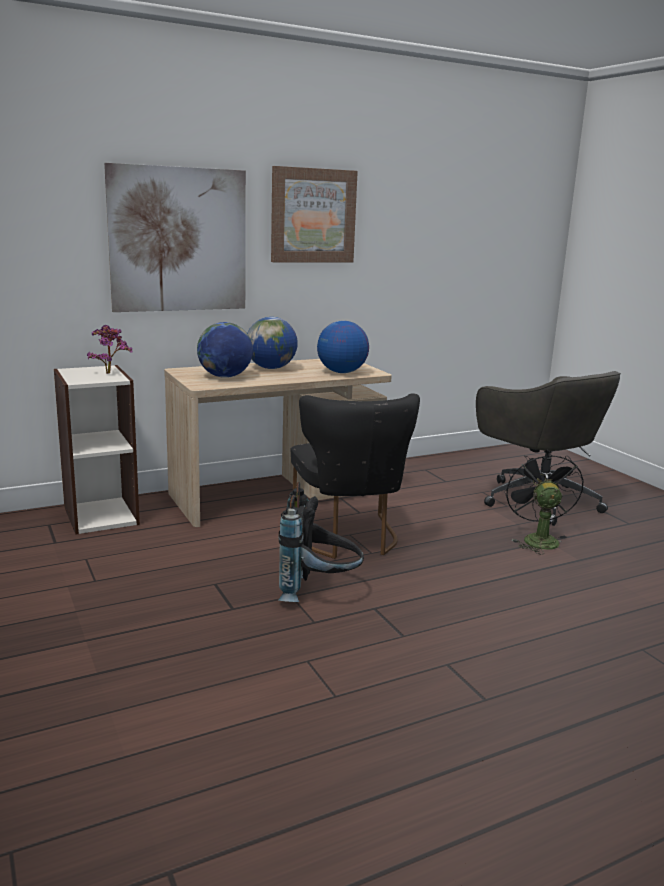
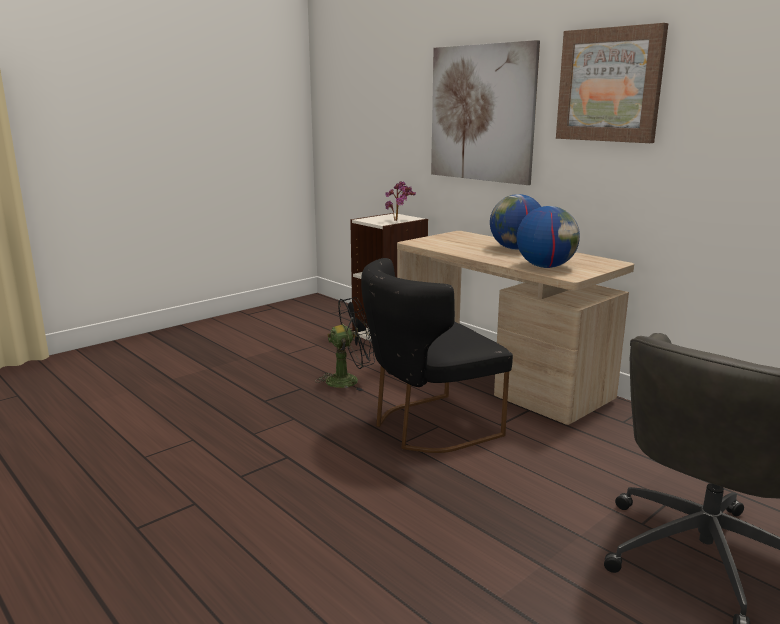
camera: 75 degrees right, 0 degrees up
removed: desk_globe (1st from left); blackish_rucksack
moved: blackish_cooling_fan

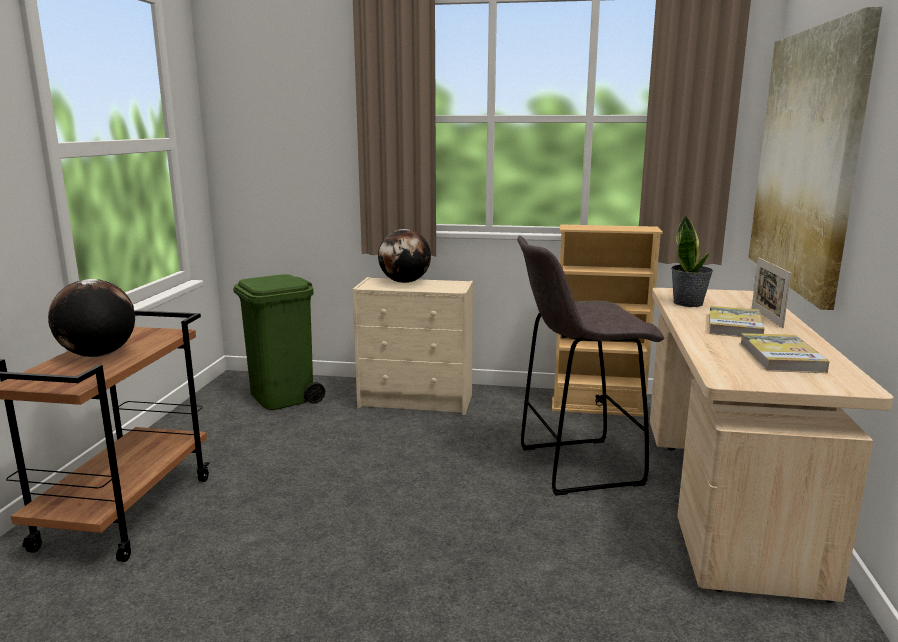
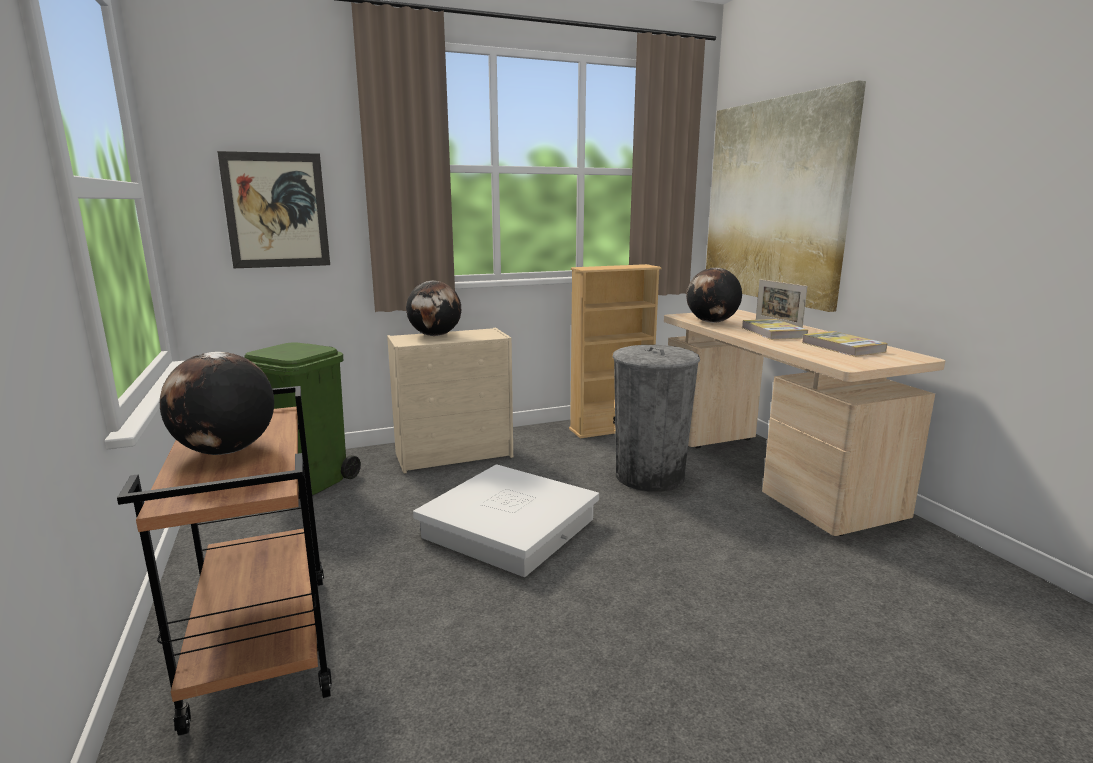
camera: 30 degrees left, 0 degrees up
added: wall_art (1st from left); white_storage_box
replaced: grey_stool to grey_trash_can; houseplant to desk_globe (3rd from left)

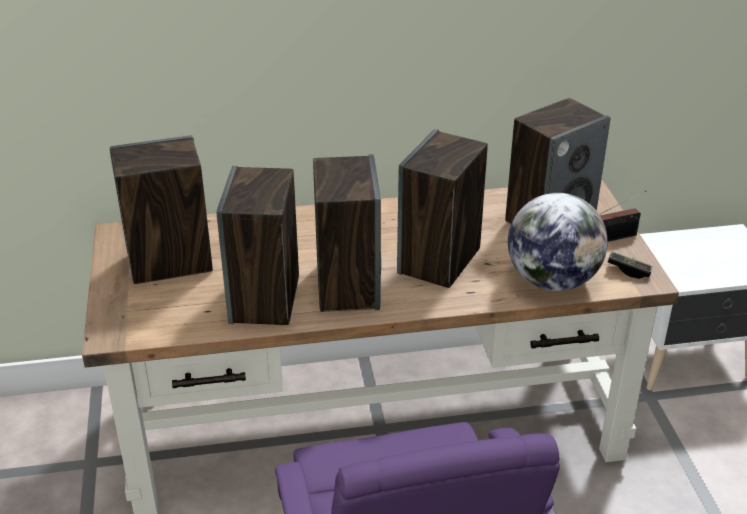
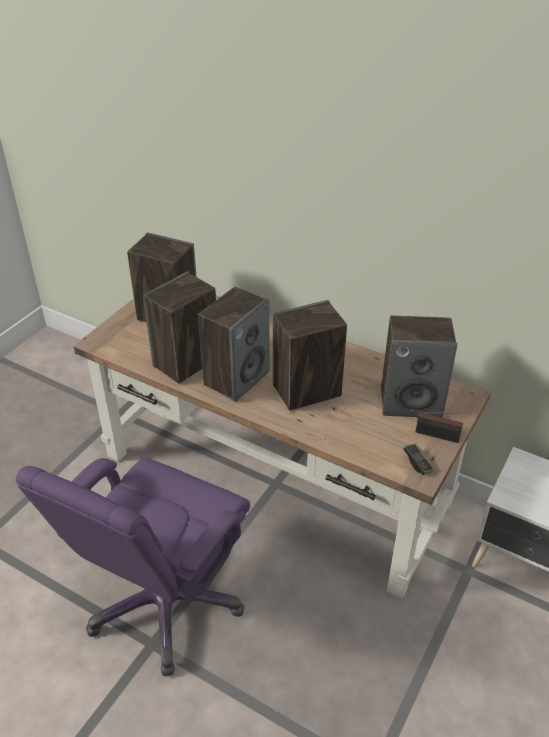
camera: 40 degrees right, 5 degrees up
removed: desk_globe

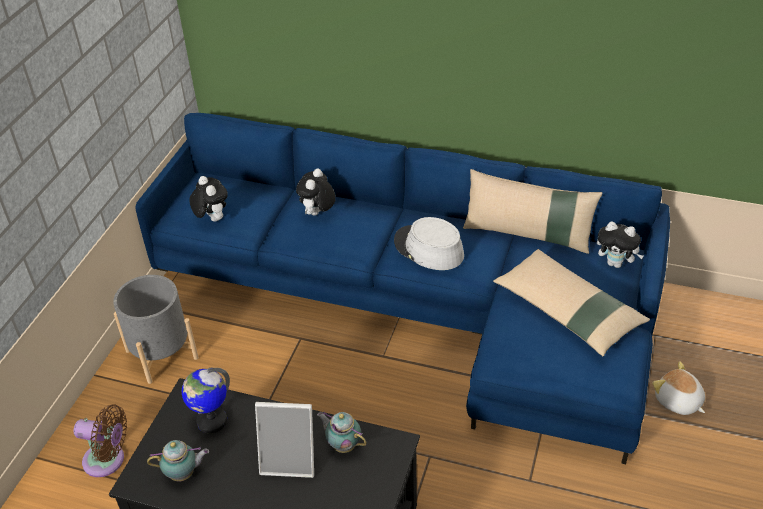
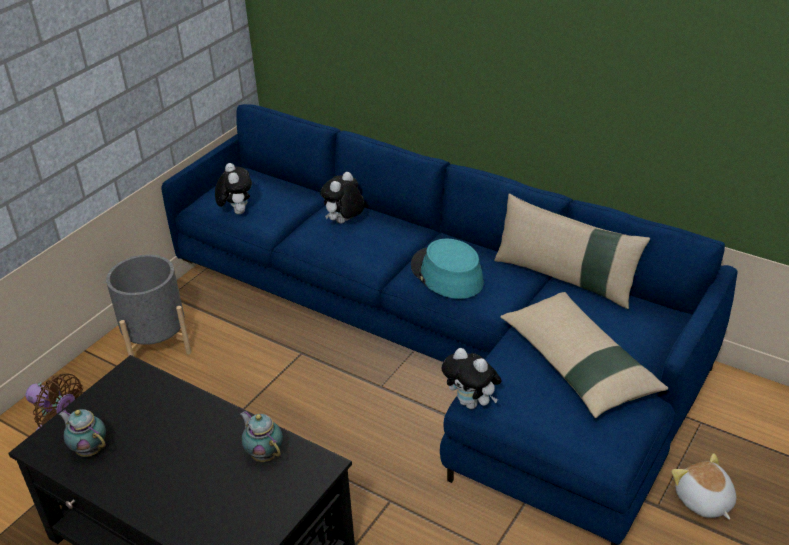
camera: 15 degrees right, 5 degrees down
removed: desk_globe; picture_frame
moved: cuddly_toy (3rd from left)
recoloured: grey_wearable_hat to blue-green_wearable_hat
turned: pot_for_tea (1st from left) 150 degrees counterclockwise

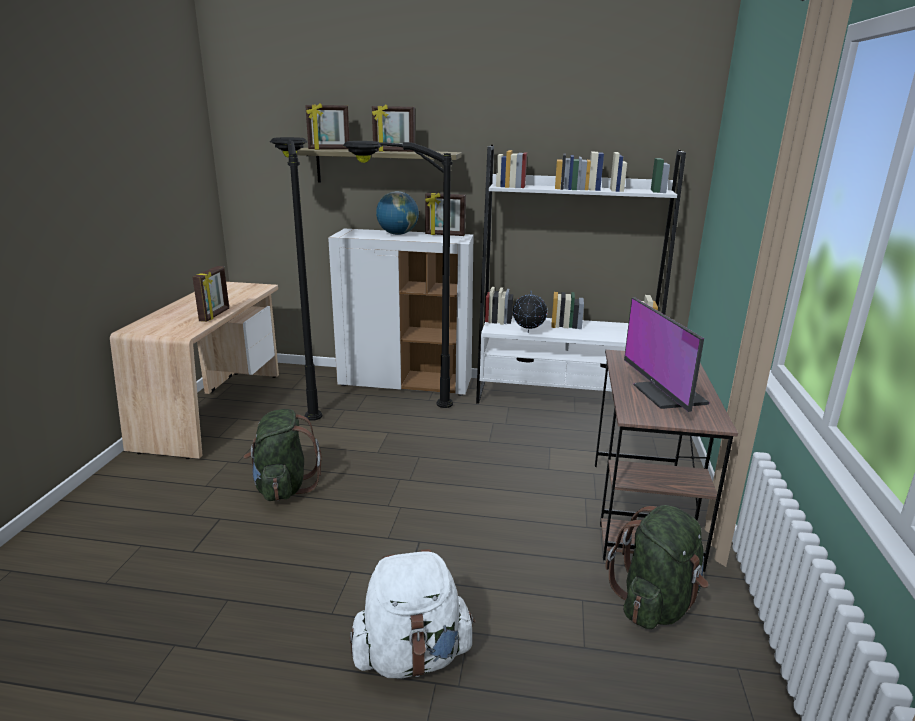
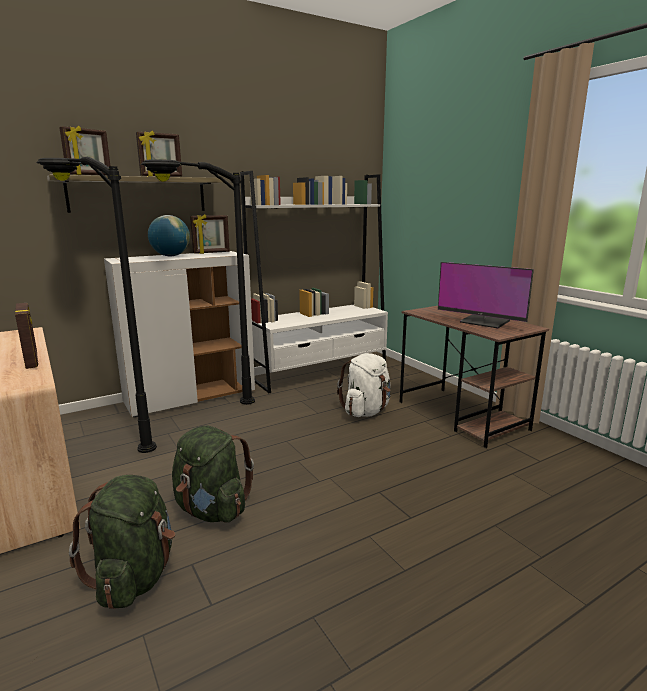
camera: 40 degrees left, 5 degrees down
removed: desk_globe (2nd from left)
moved: white_rucksack; greenish_rucksack (2nd from left in the first image) to greenish_rucksack (1st from left)

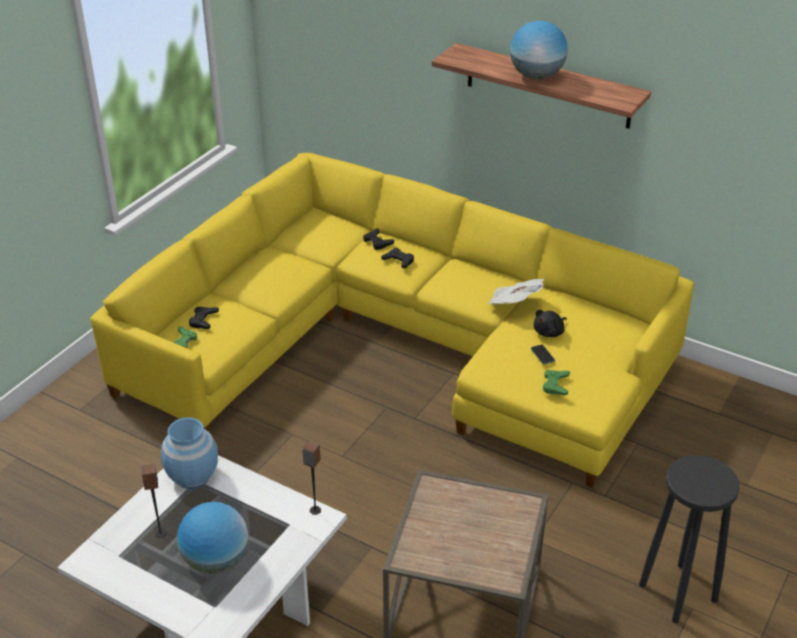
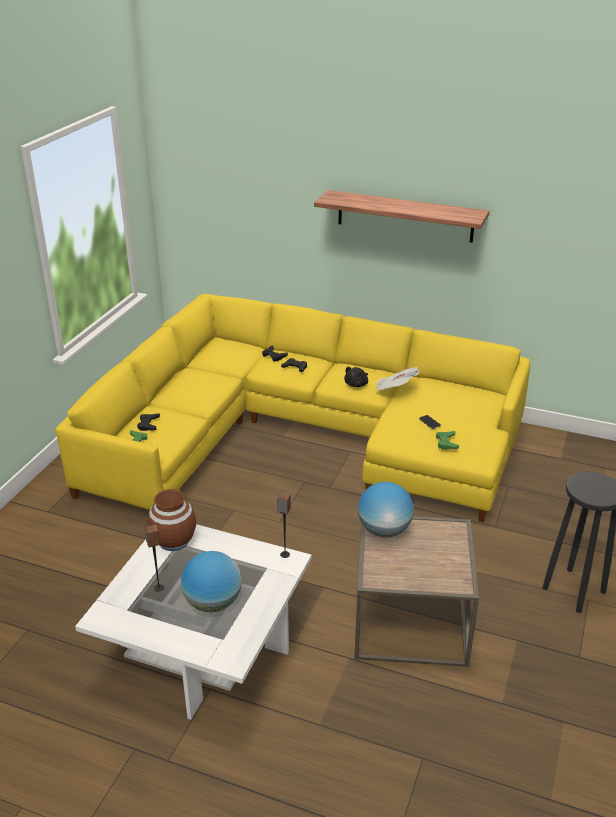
camera: 10 degrees left, 5 degrees down
moved: desk_globe (2nd from left); blackish_cuddly_toy
recoloured: bluish_vase to brown_vase

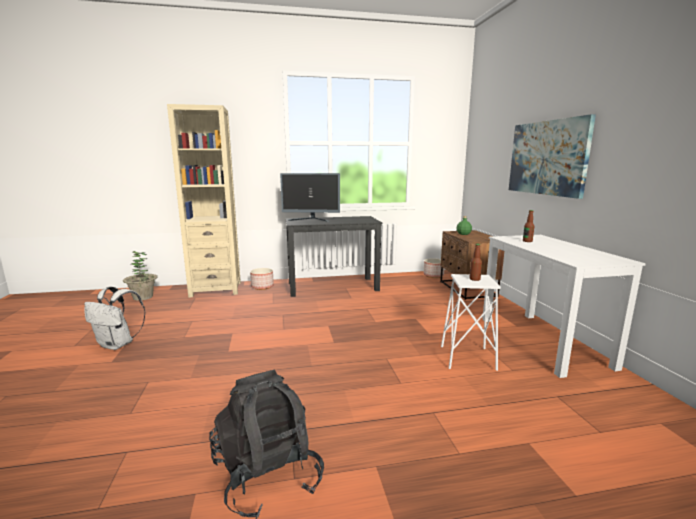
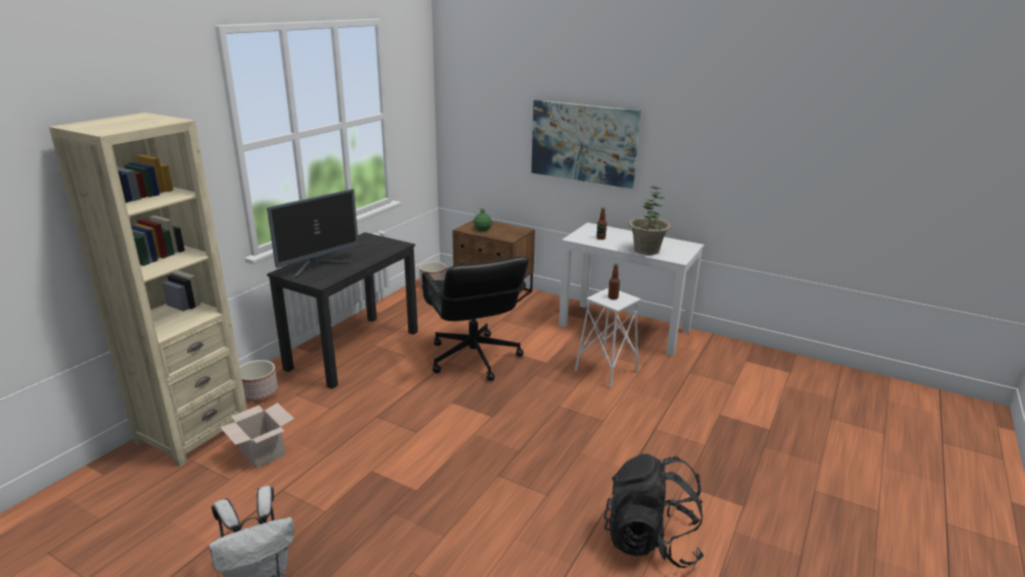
camera: 50 degrees left, 10 degrees up
added: packing_box; blackish_desk_chair
moved: houseplant

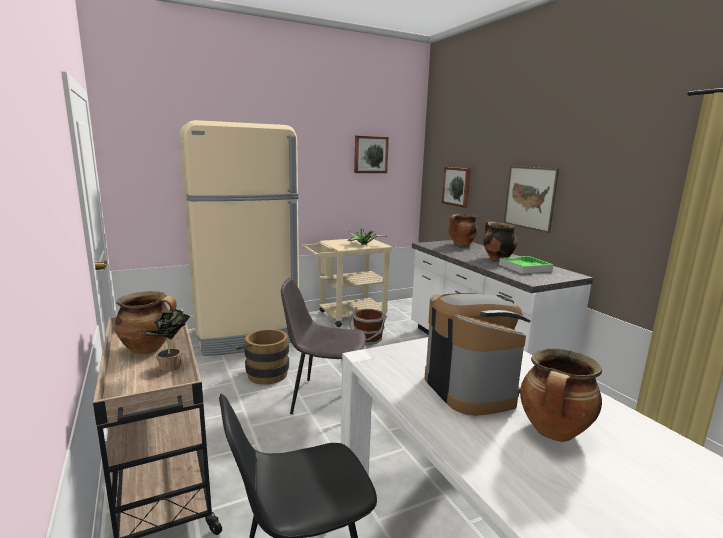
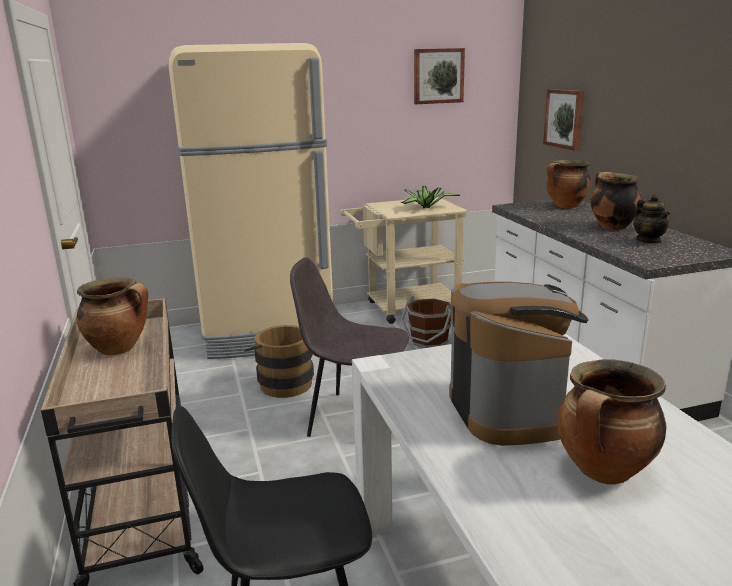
camera: 10 degrees right, 5 degrees up
removed: houseplant (1st from left); wall_art (3rd from left)
replaced: tray to pot_for_tea

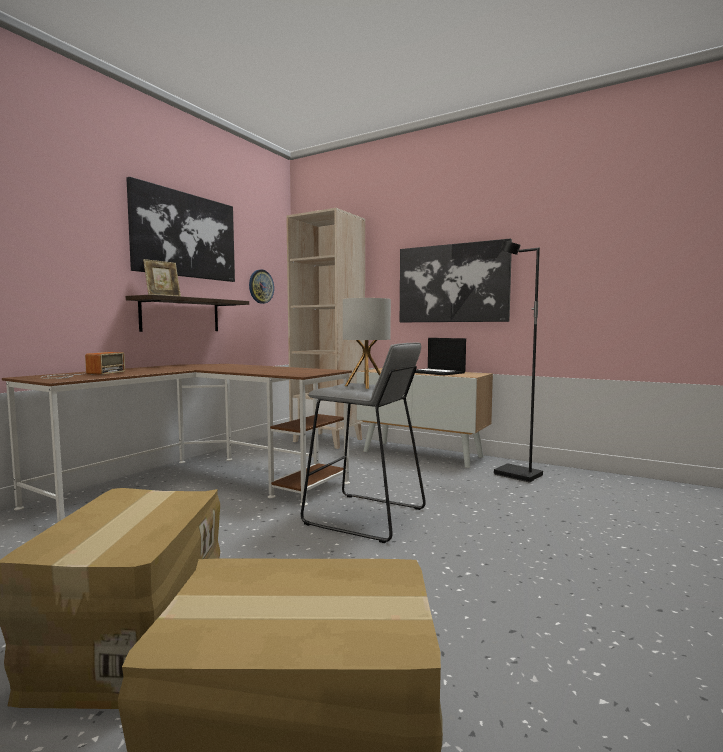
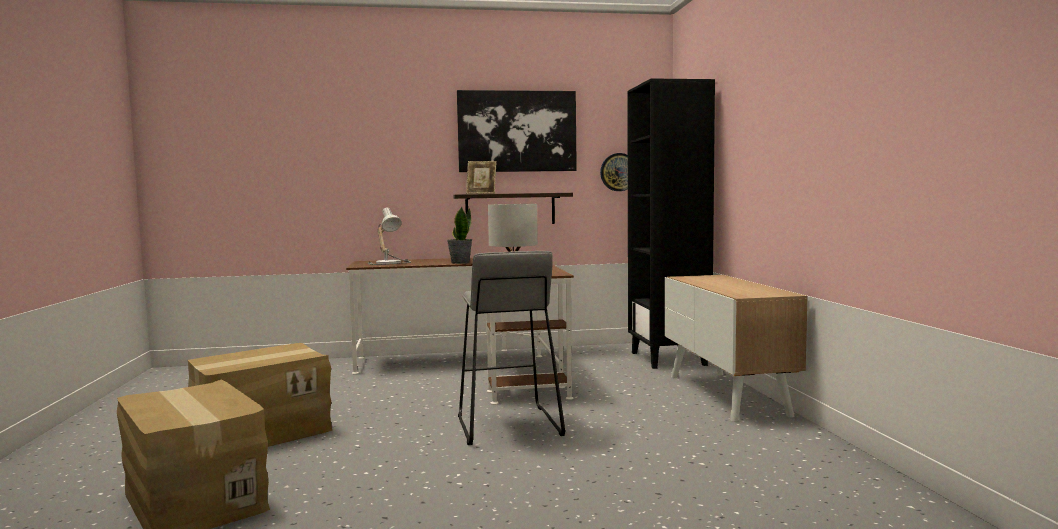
camera: 50 degrees right, 0 degrees up
removed: wall_art (2nd from left); portable_computer; blackish_standing_lamp
added: houseplant
replaced: radio_set to tabletop_lamp (1st from left)
recoloured: sand-coloured_bookcase to blackish_bookcase

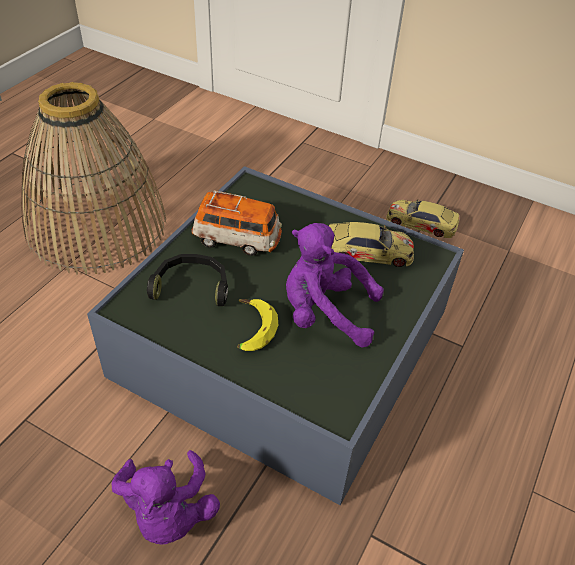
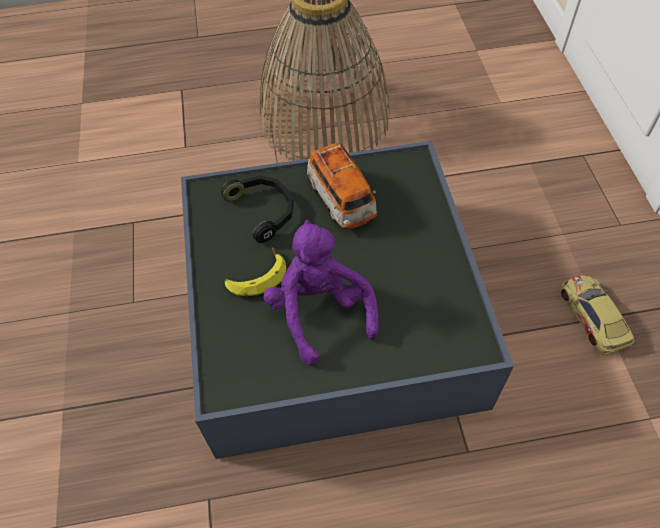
camera: 55 degrees right, 10 degrees up
removed: purple-coloured_cuddly_toy (1st from left); miniature_car (2nd from left)

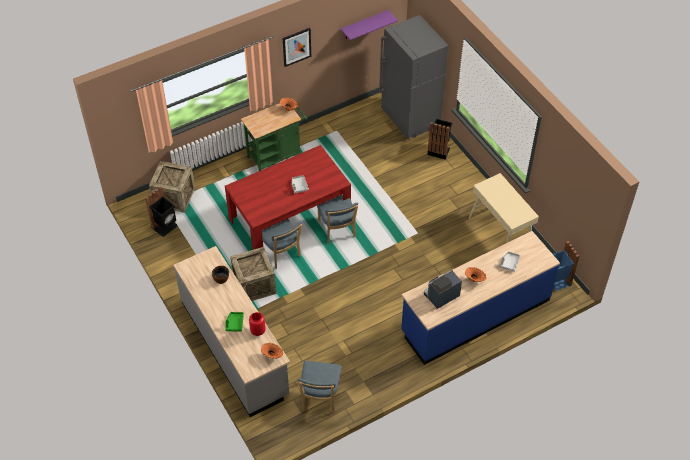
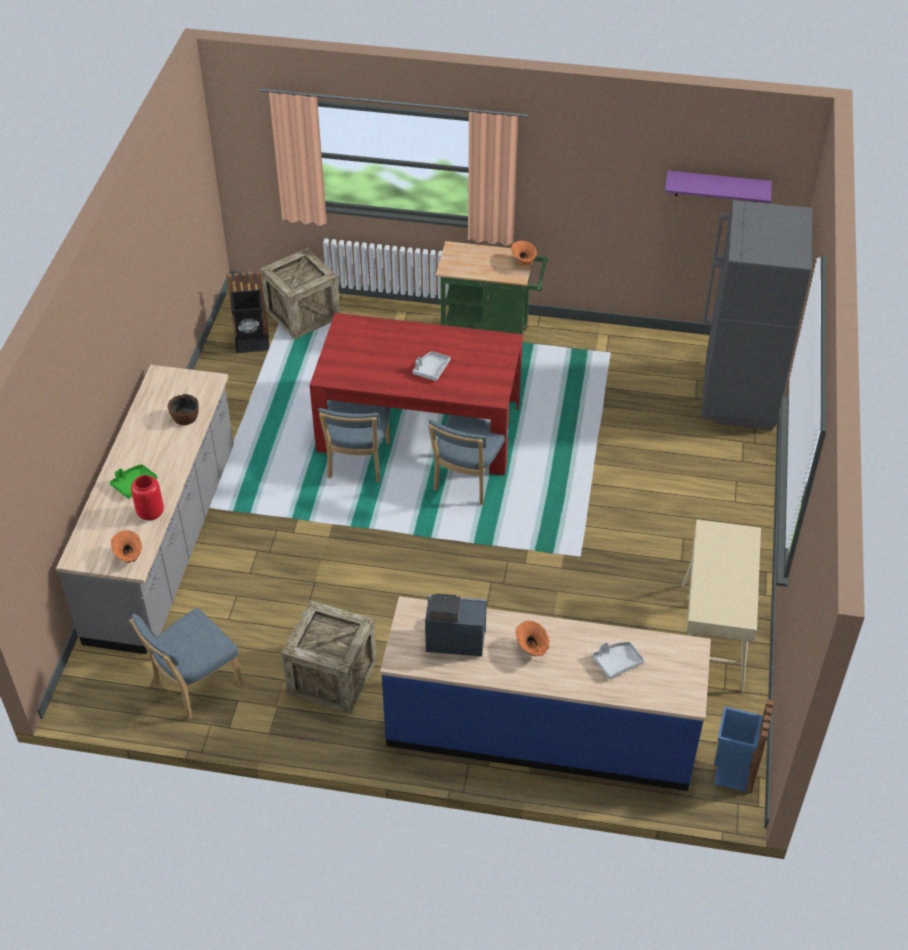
camera: 40 degrees right, 5 degrees down
removed: wall_art; blackish_trash_can (2nd from left)
moved: packing_crate (2nd from left)

